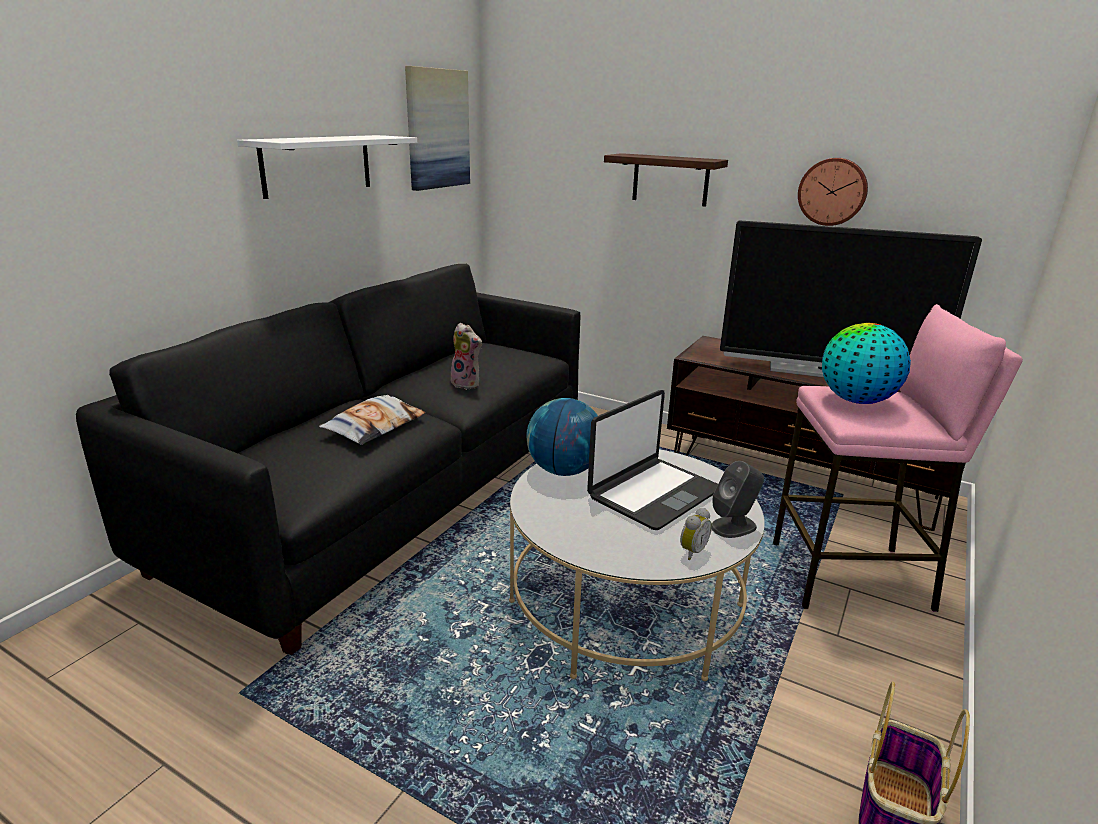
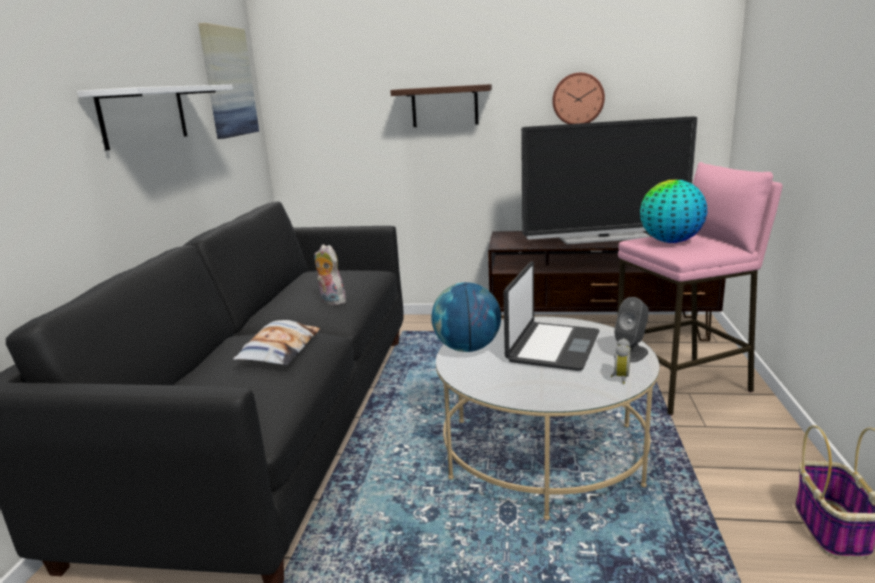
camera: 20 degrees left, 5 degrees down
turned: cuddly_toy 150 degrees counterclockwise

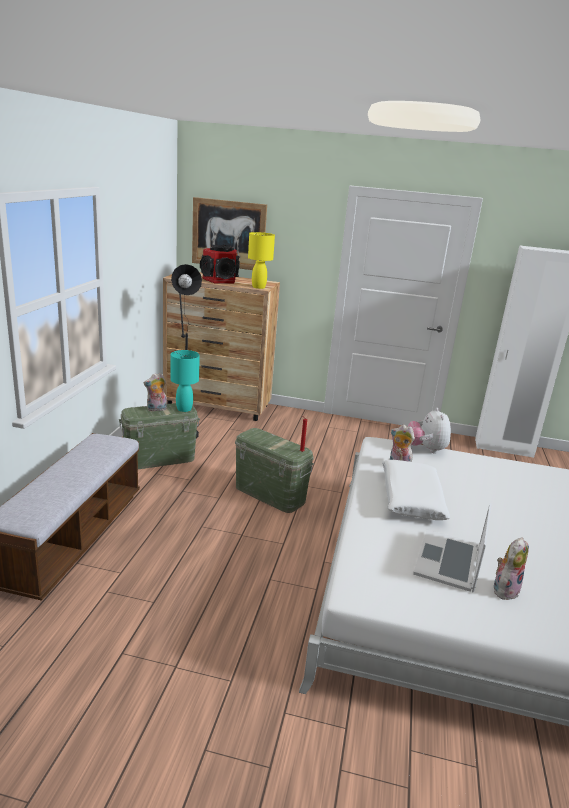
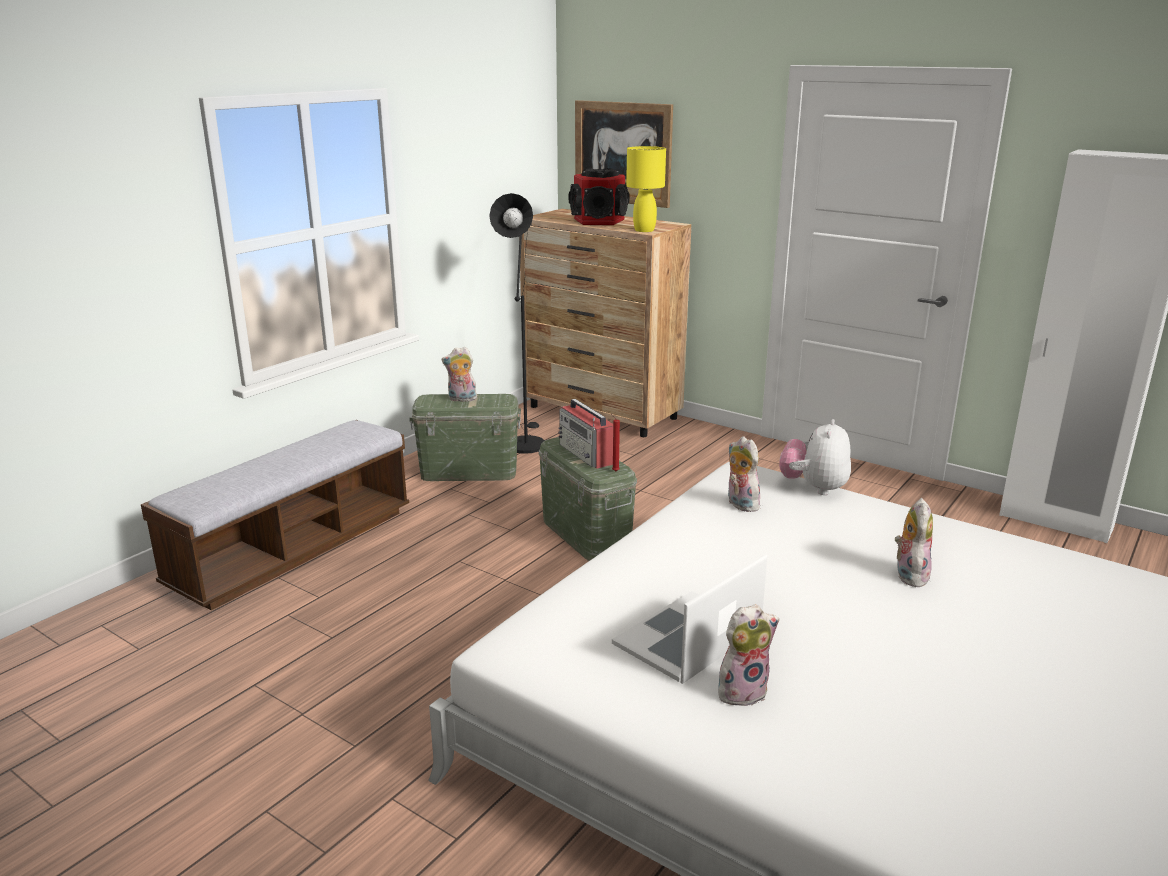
camera: 25 degrees right, 0 degrees up
removed: blue-green_tabletop_lamp; white_throw_pillow
added: radio_set; cuddly_toy (5th from left)

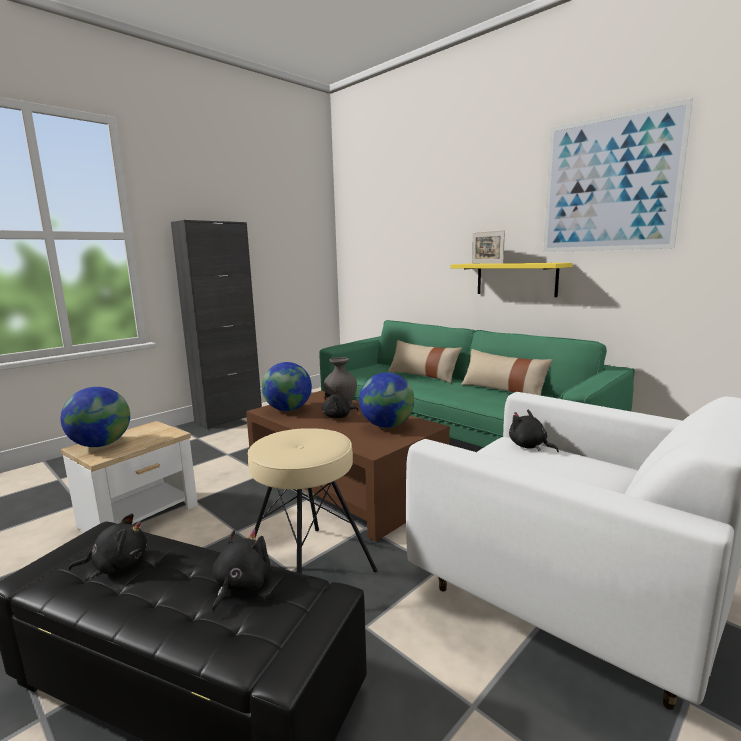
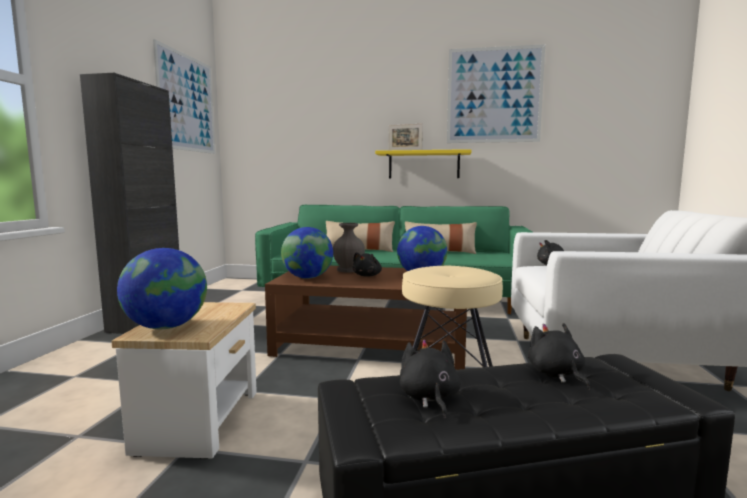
camera: 35 degrees left, 5 degrees down
added: wall_art (1st from left)
turned: blackish_cuddly_toy (1st from left in the first image) 45 degrees counterclockwise

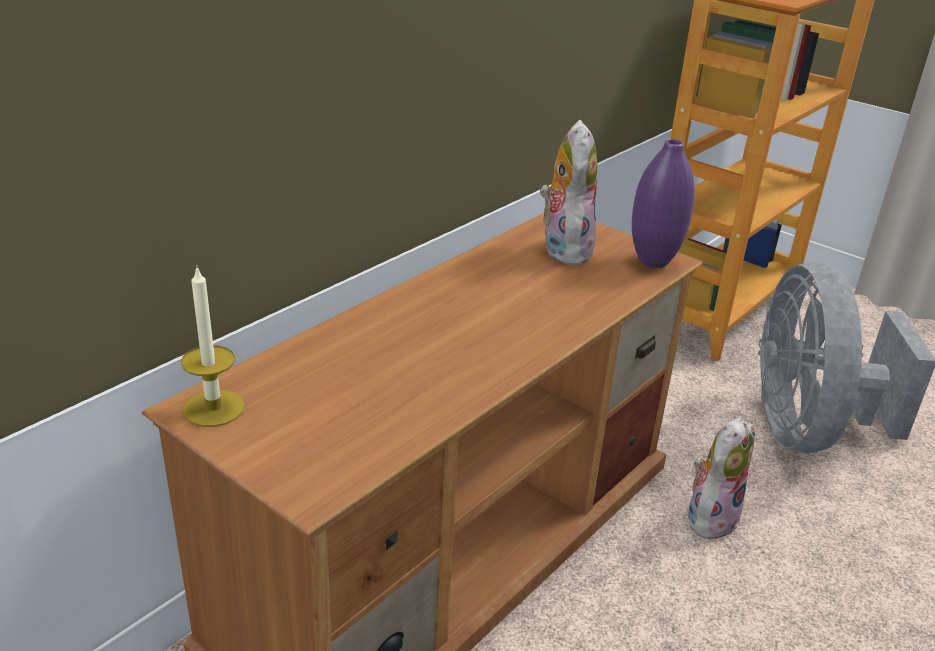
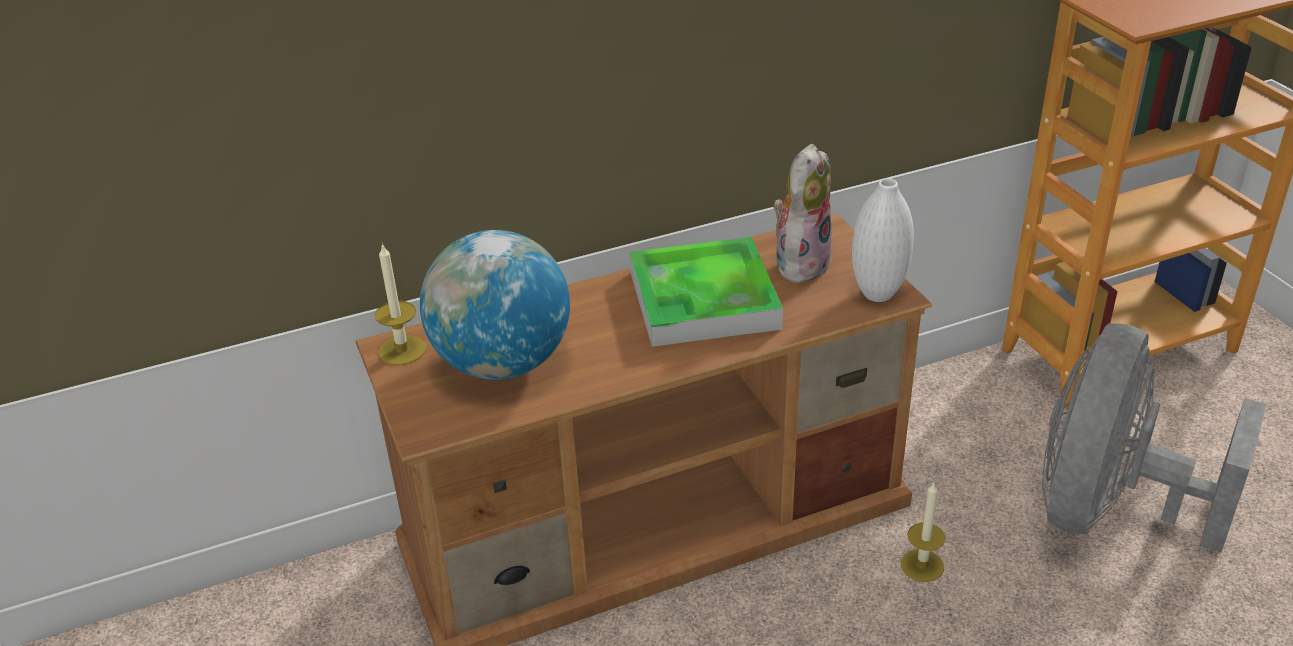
camera: 30 degrees right, 5 degrees up
added: desk_globe; tray
replaced: cuddly_toy (2nd from left) to wax_candle (2nd from left)
recoloured: purple-coloured_vase to white_vase

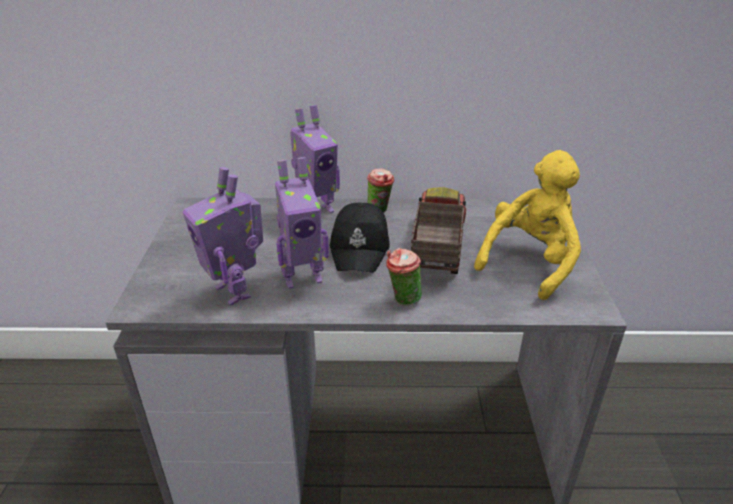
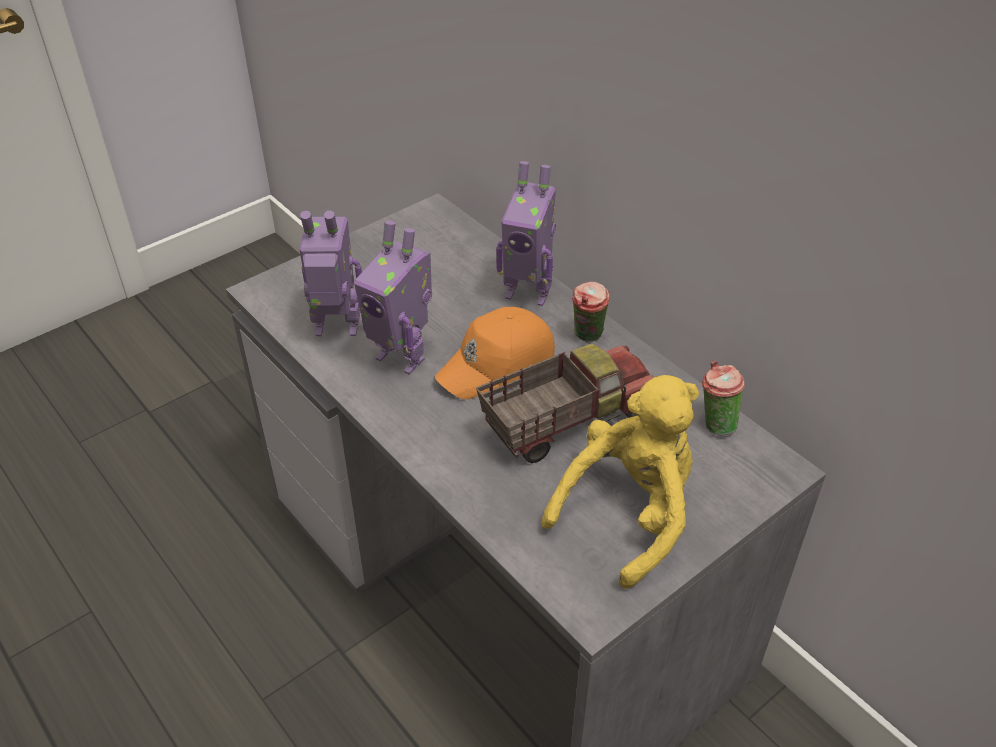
camera: 50 degrees right, 10 degrees up
moved: drinking_cup (2nd from left)
recoloured: blackish_baseball_cap to orangey_baseball_cap
turned: toy_robot (1st from left) 75 degrees clockwise; yellow-coloured_cuddly_toy 45 degrees counterclockwise

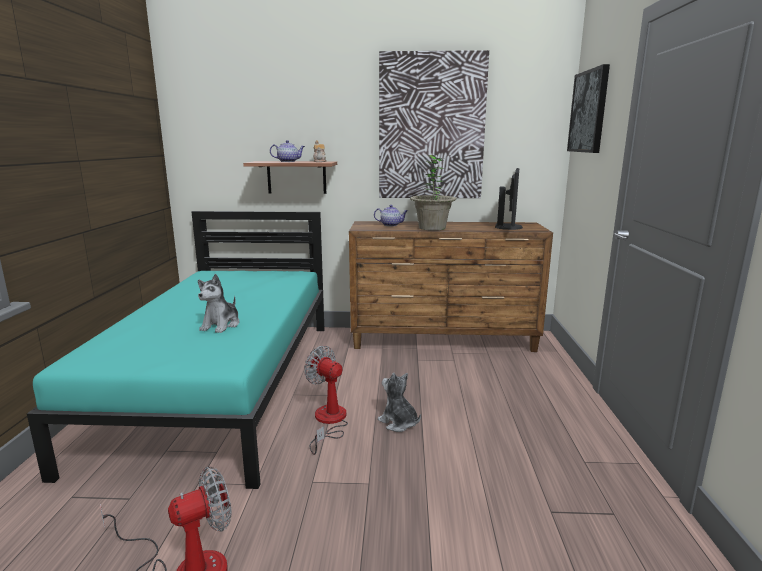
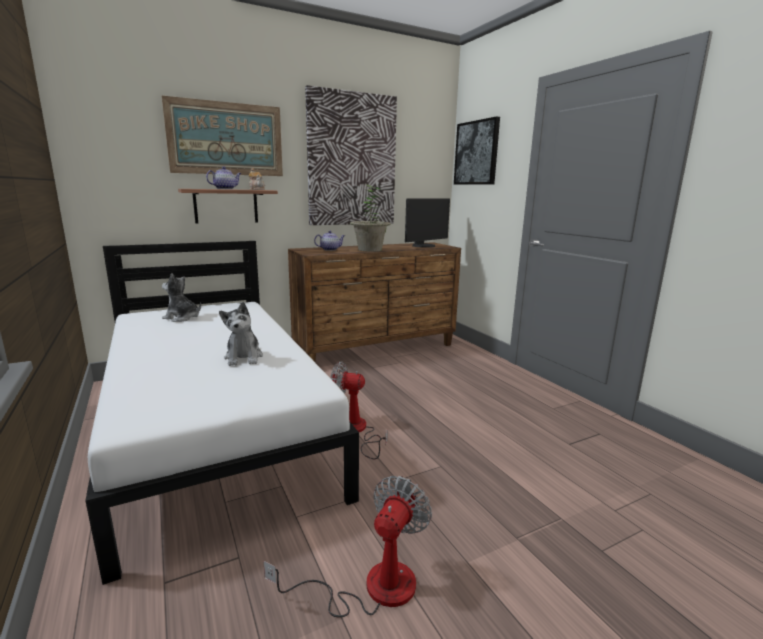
camera: 30 degrees left, 0 degrees up
added: wall_art (1st from left)
moved: cuddly_toy (2nd from left in the first image) to cuddly_toy (1st from left)
recoloured: blue-green_sleeping_bed to white_sleeping_bed
turned: monitor 60 degrees clockwise

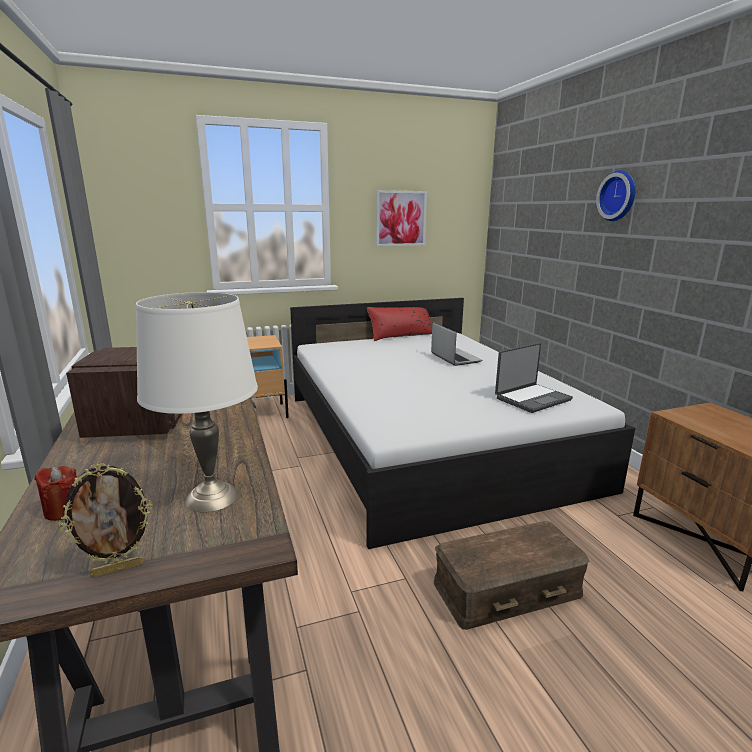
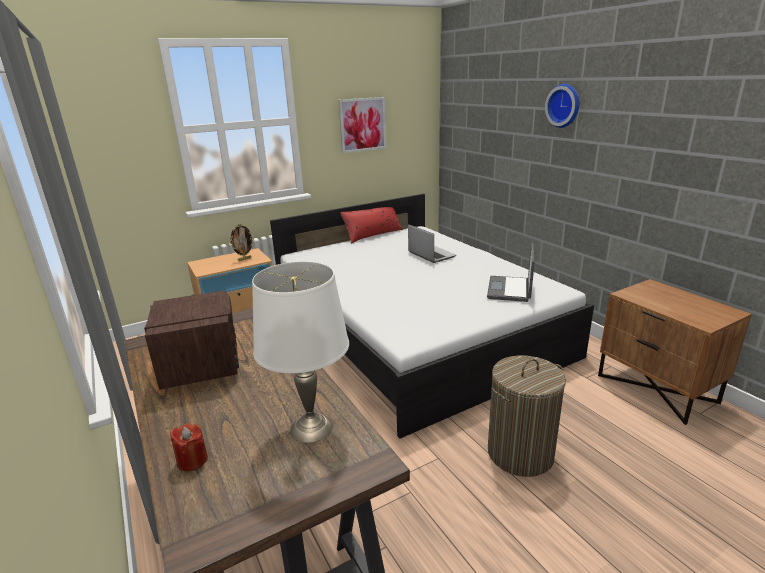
camera: 10 degrees left, 5 degrees up
moved: picture_frame
replaced: brown_storage_box to hamper
turned: portable_computer (2nd from left) 150 degrees clockwise

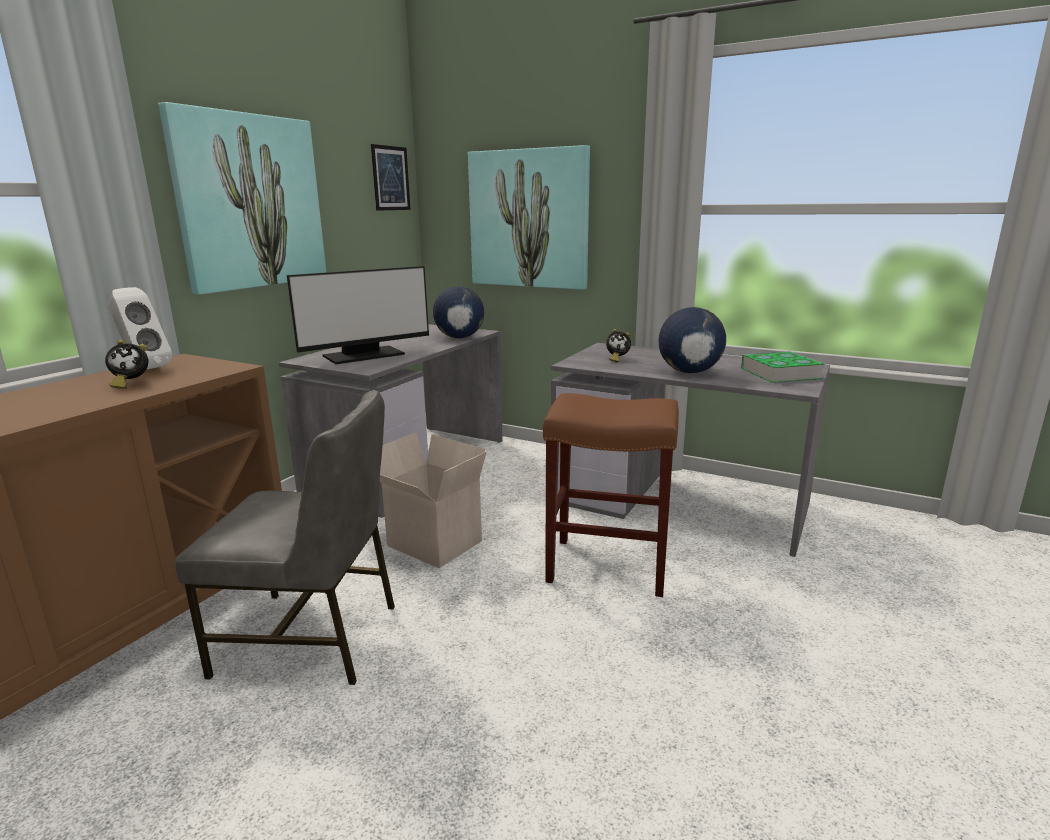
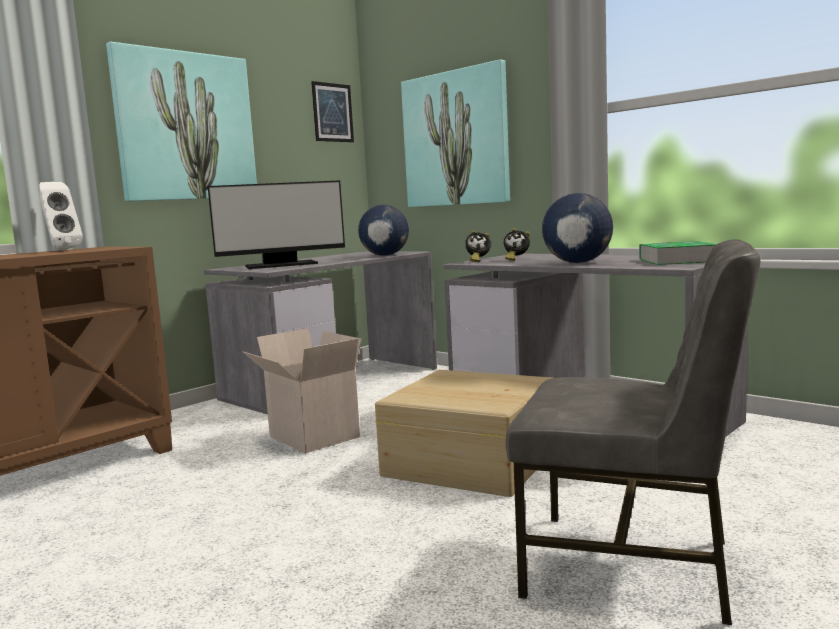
camera: 15 degrees right, 10 degrees down
moved: alarm_clock (1st from left); grey_upright_chair
replaced: brown_stool to sand-coloured_storage_box

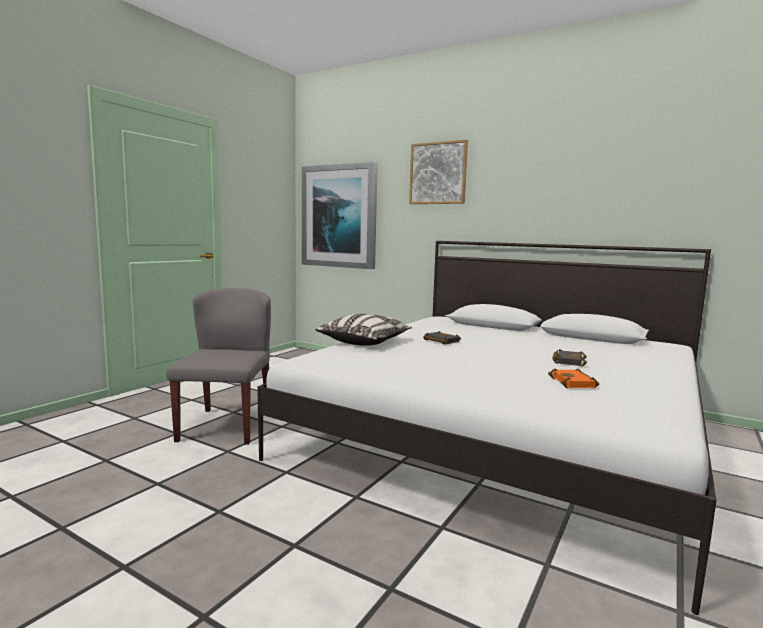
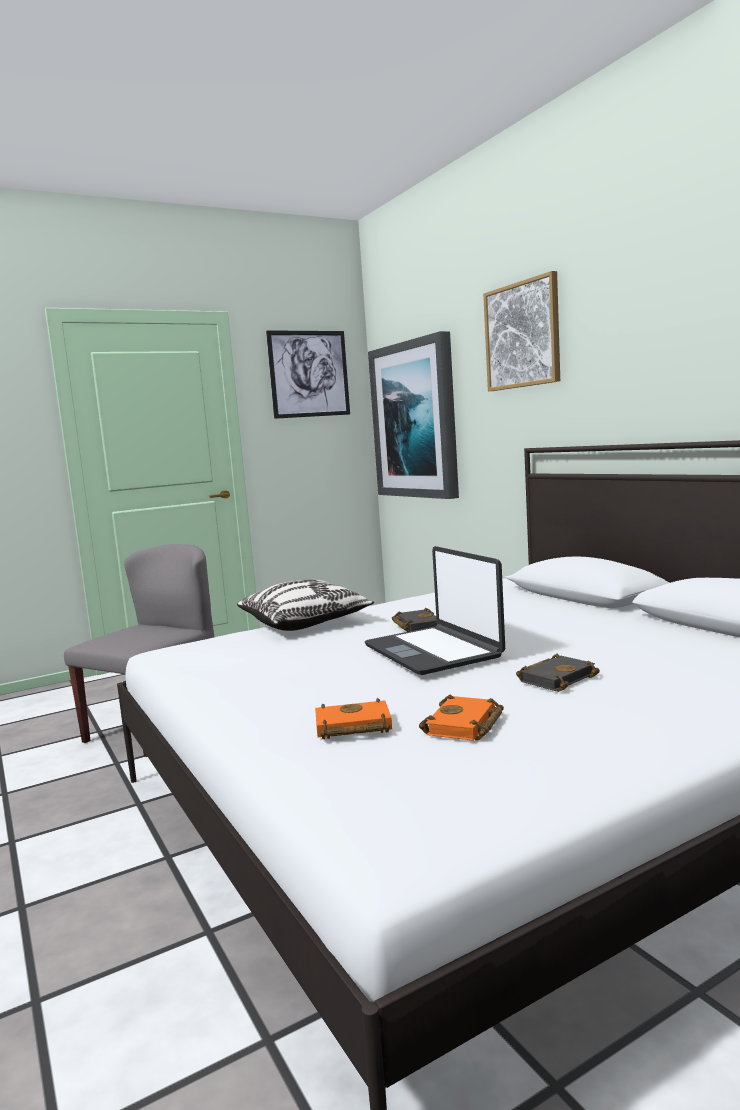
camera: 30 degrees right, 0 degrees up
added: wall_art (1st from left); orangey_book (1st from left); portable_computer

